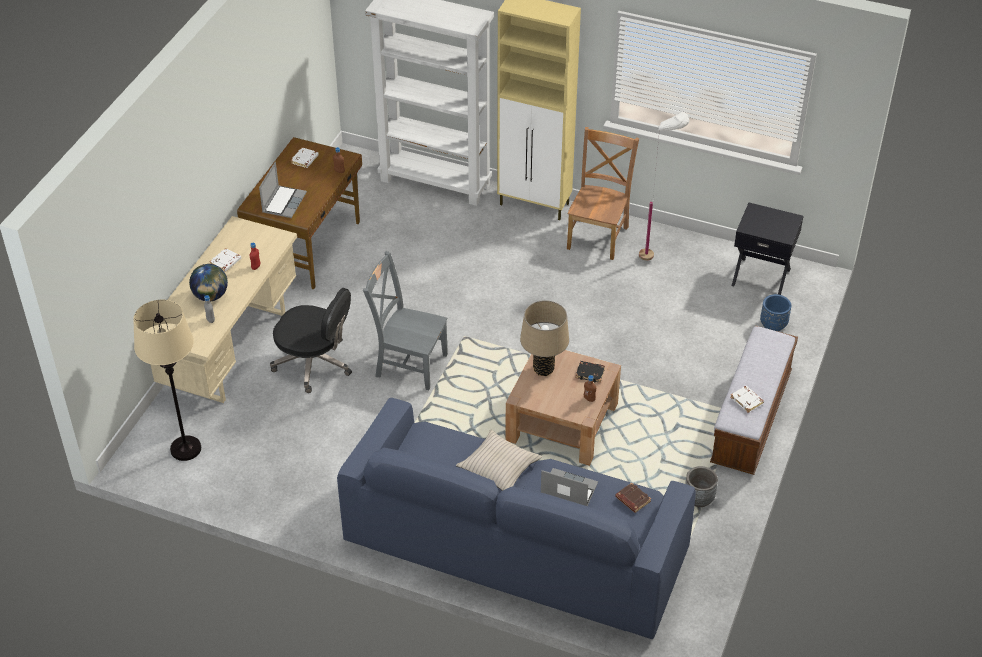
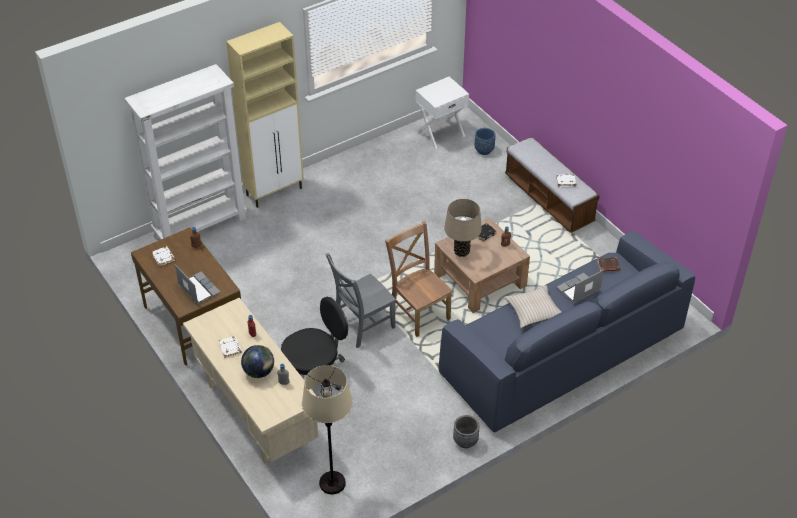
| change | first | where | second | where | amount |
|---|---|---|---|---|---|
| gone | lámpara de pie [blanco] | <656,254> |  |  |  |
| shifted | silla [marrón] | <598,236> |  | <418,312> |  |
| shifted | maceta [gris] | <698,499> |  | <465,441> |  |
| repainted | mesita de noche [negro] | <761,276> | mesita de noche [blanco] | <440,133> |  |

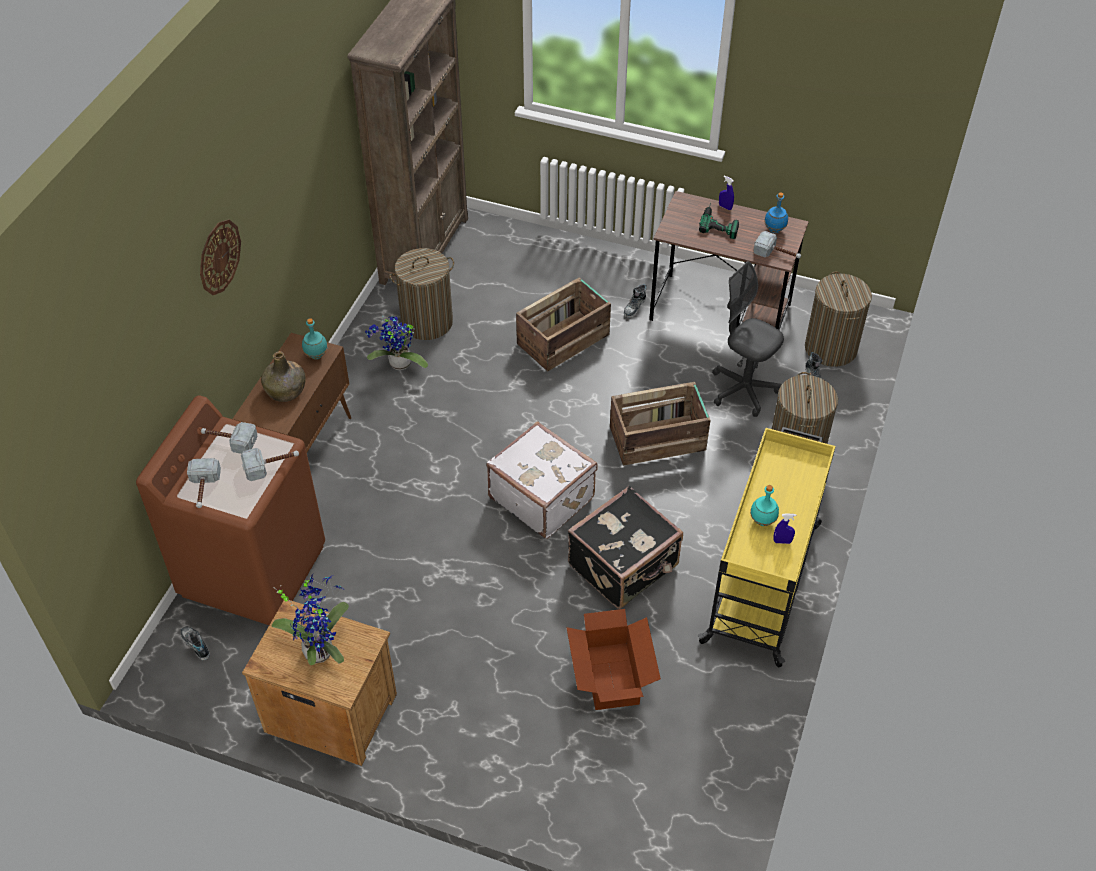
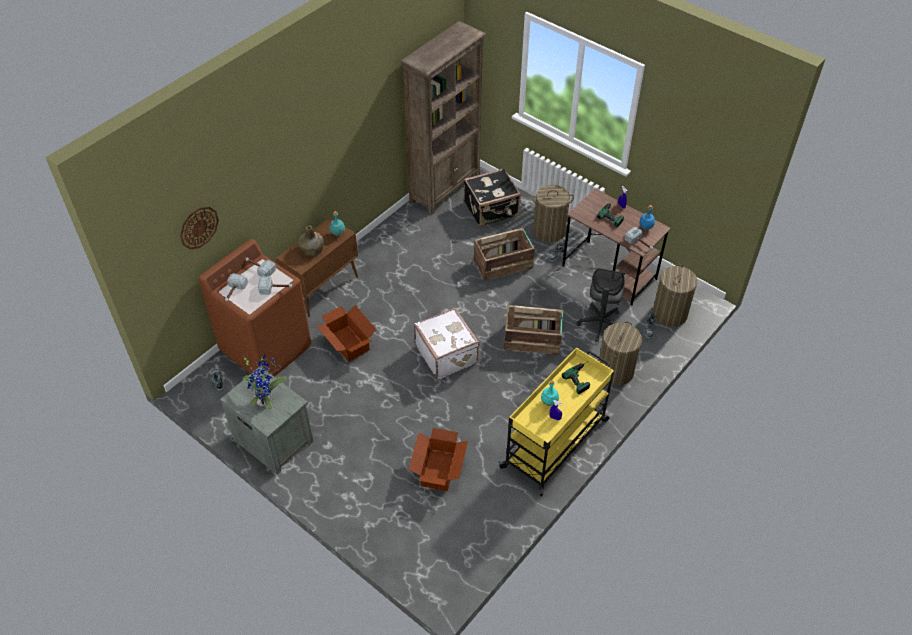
| change | first | where | second | where | amount |
|---|---|---|---|---|---|
| gone | planta en maceta | <398,365> |  |  |  |
| new |  |  | caja de cartón | <348,344> |  |
| new |  |  | taladro | <582,377> |  |
| shifted | reloj de pared | <219,257> |  | <198,227> |  |
| shifted | cesto de la ropa | <427,322> |  | <549,231> |  |
| shifted | maleta [negro] | <625,566> |  | <492,210> |  |
| repainted | mesita de noche [marrón] | <330,711> | mesita de noche [gris] | <273,439> |  |
| rotated | silla de oficina [gris] | <743,390> |  | <600,324> | 135 degrees counterclockwise |

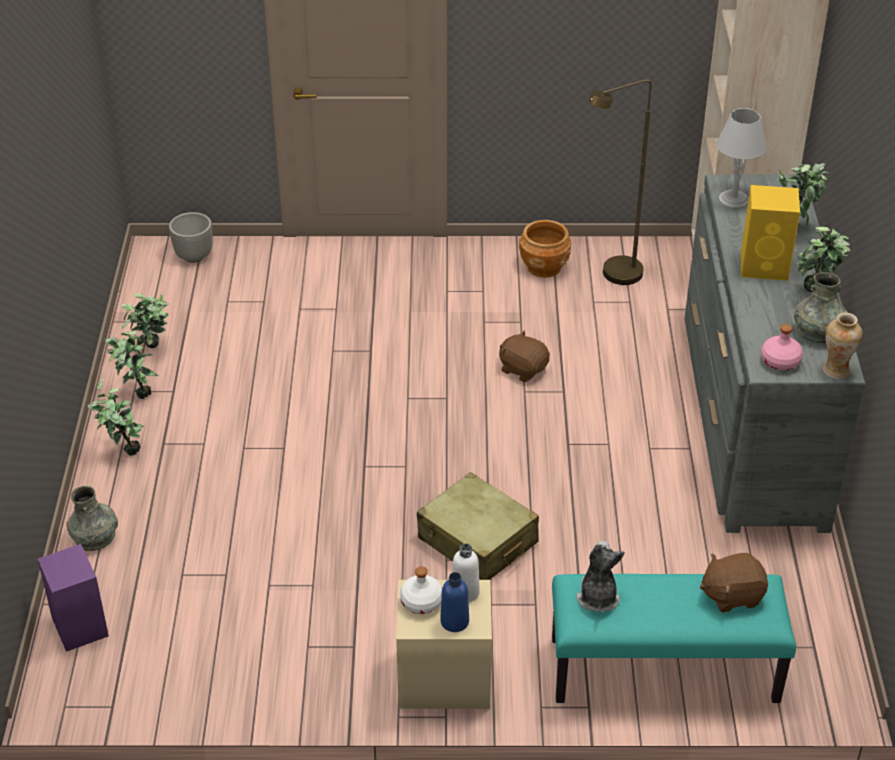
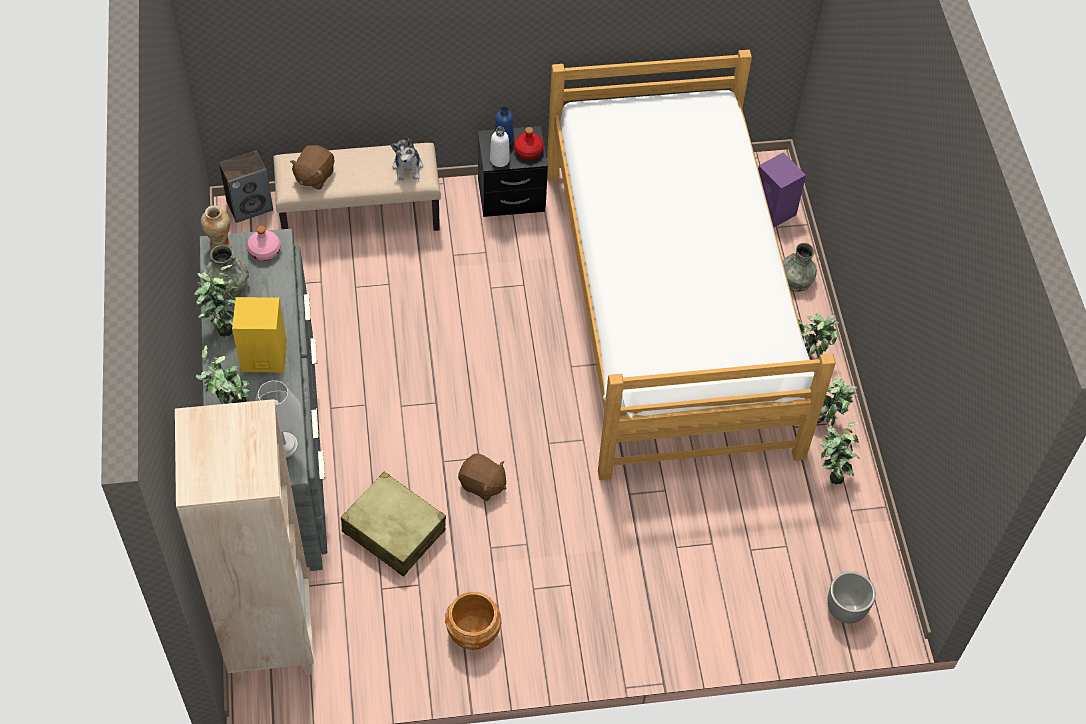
| change | first | where | second | where | amount |
|---|---|---|---|---|---|
| gone | lámpara de pie [marrón] | <613,277> |  |  |  |
| new |  |  | altavoz | <250,206> |  |
| new |  |  | cama | <669,308> |  |
| shifted | maleta [beis] | <477,541> |  | <394,531> |  |
| repainted | mesita de noche [beis] | <444,677> | mesita de noche [negro] | <511,197> |  |
| repainted | botella [blanco] | <421,602> | botella [rojo] | <528,150> |  |
| repainted | banco [turquesa] | <663,671> | banco [beis] | <360,214> |  |
| rotated | peluche [marrón] | <732,595> |  | <314,176> | 135 degrees clockwise |

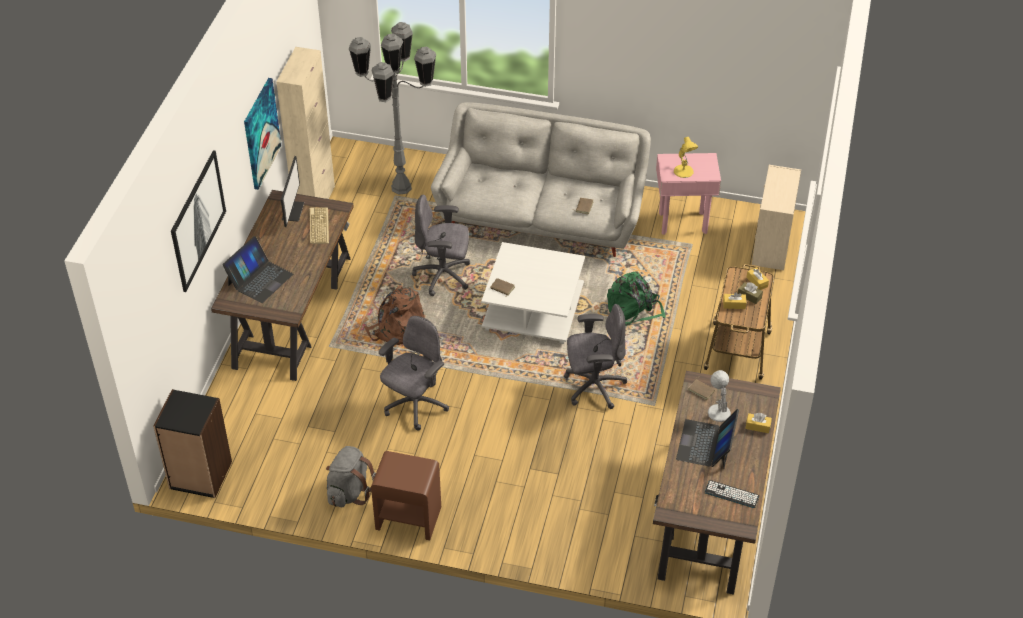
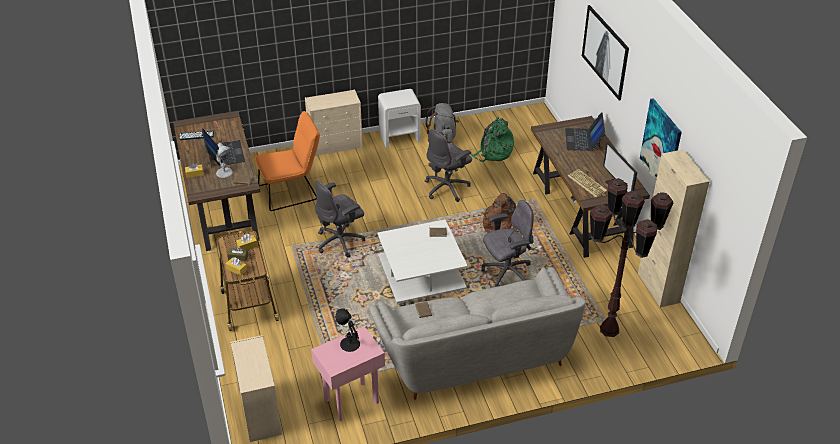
| change | first | where | second | where | amount |
|---|---|---|---|---|---|
| gone | estantería [negro] | <200,475> |  |  |  |
| new |  |  | silla [naranja] | <292,192> |  |
| new |  |  | cómoda [beis] | <336,146> |  |
| shifted | mochila [verde] | <633,310> |  | <493,152> |  |
| repainted | lámpara de pie [gris] | <401,187> | lámpara de pie [marrón] | <609,330> |  |
| repainted | mesita de noche [marrón] | <408,518> | mesita de noche [blanco] | <400,137> |  |
| repainted | lámpara de mesa [amarillo] | <684,172> | lámpara de mesa [negro] | <349,343> |  |
| rotated | silla de oficina [gris] | <415,405> |  | <447,188> | 45 degrees clockwise |

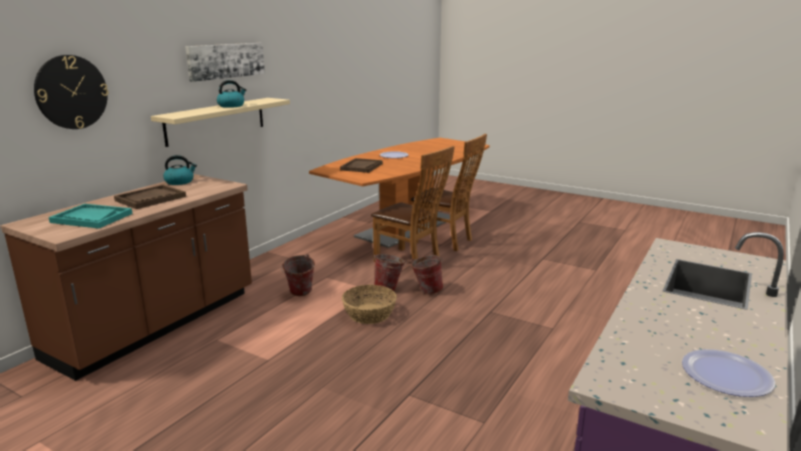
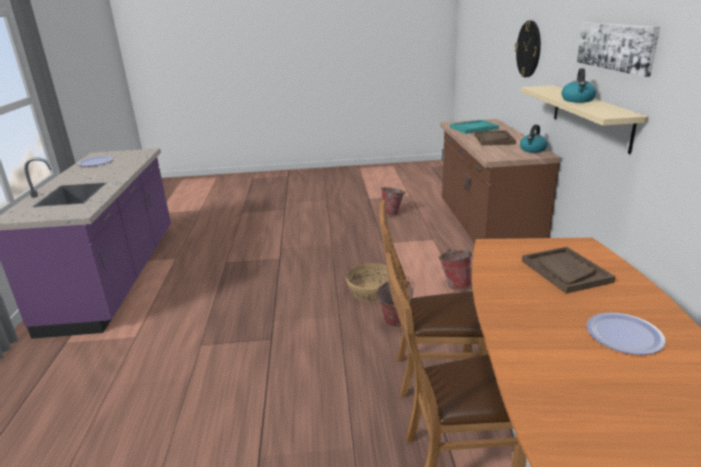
| change | first | where | second | where | amount |
|---|---|---|---|---|---|
| shifted | cubo | <426,290> |  | <393,213> |  |

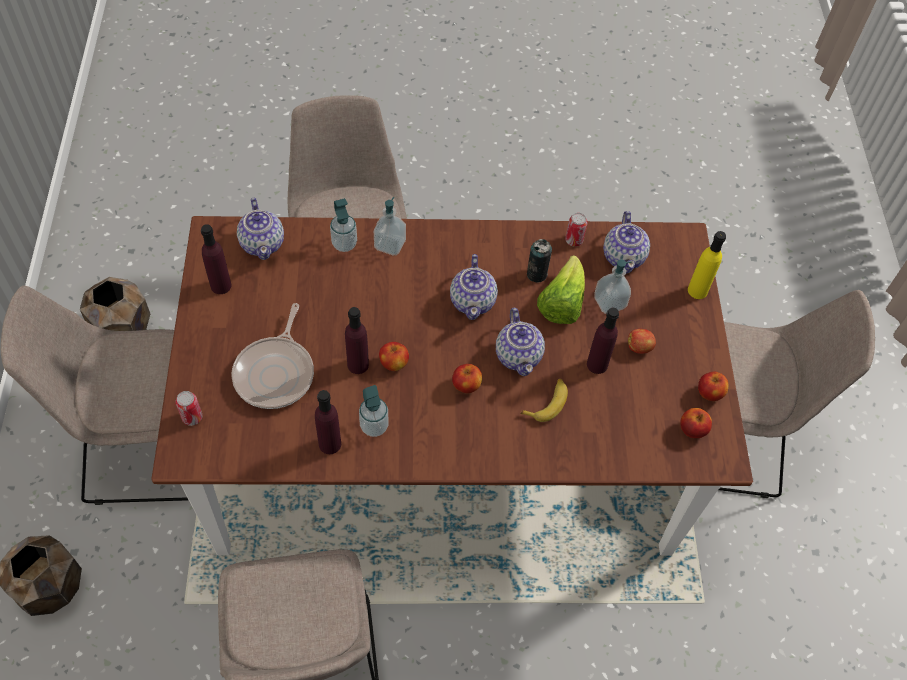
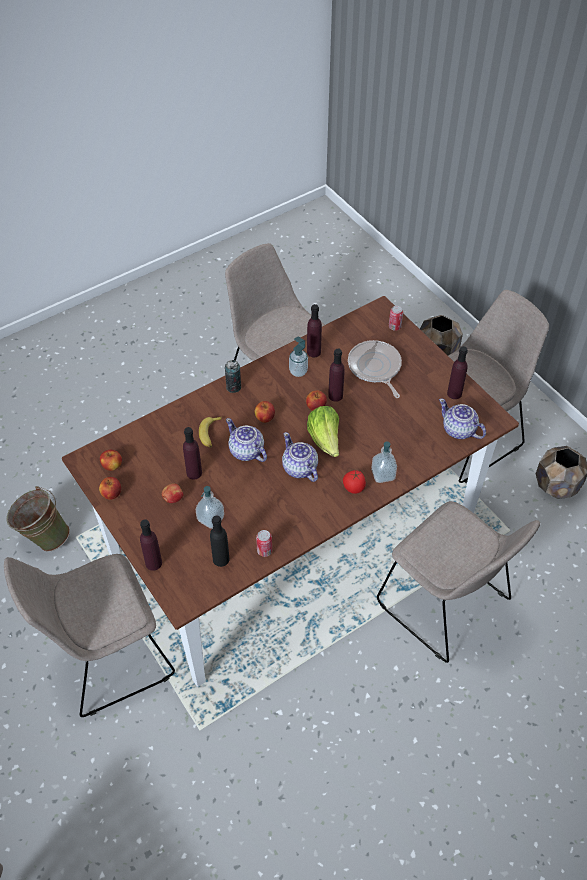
| change | first | where | second | where | amount |
|---|---|---|---|---|---|
| gone | dispensador de jabón | <344,244> |  |  |  |
| new |  |  | cubo [verde] | <43,537> |  |
| new |  |  | tomate | <353,488> |  |
| shifted | lata | <536,274> |  | <233,387> |  |
| shifted | lechuga | <561,304> |  | <325,440> |  |
| swapped | tetera | <624,256> | botella [negro] | <221,559> |  |
| repainted | botella [amarillo] | <697,290> | botella [morado] | <153,563> |  |

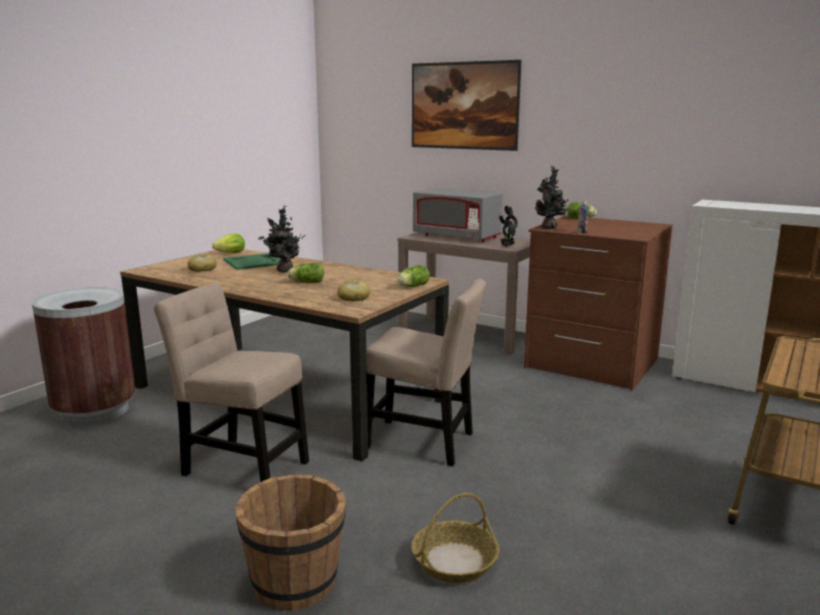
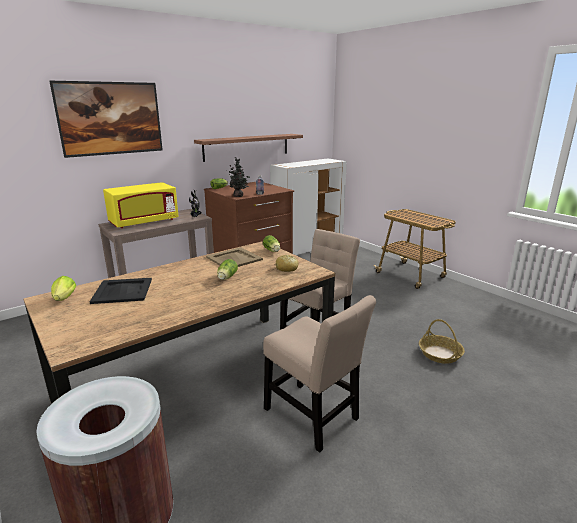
| change | first | where | second | where | amount |
|---|---|---|---|---|---|
| gone | pan | <202,269> |  |  |  |
| gone | cubo [marrón] | <295,583> |  |  |  |
| gone | planta en maceta | <284,271> |  |  |  |
| new |  |  | estante | <247,147> |  |
| new |  |  | bandeja [beis] | <233,258> |  |
| repainted | bandeja [verde] | <254,262> | bandeja [negro] | <123,290> |  |
| repainted | microondas [gris] | <457,237> | microondas [amarillo] | <144,222> |  |
| rotated | silla [beis] | <241,466> |  | <314,417> | 90 degrees counterclockwise |

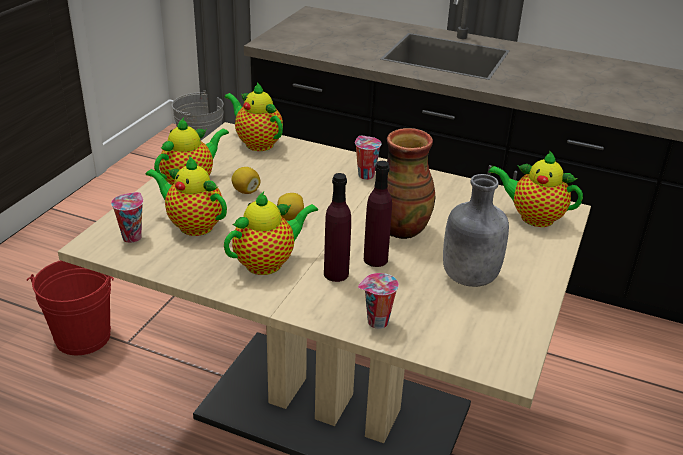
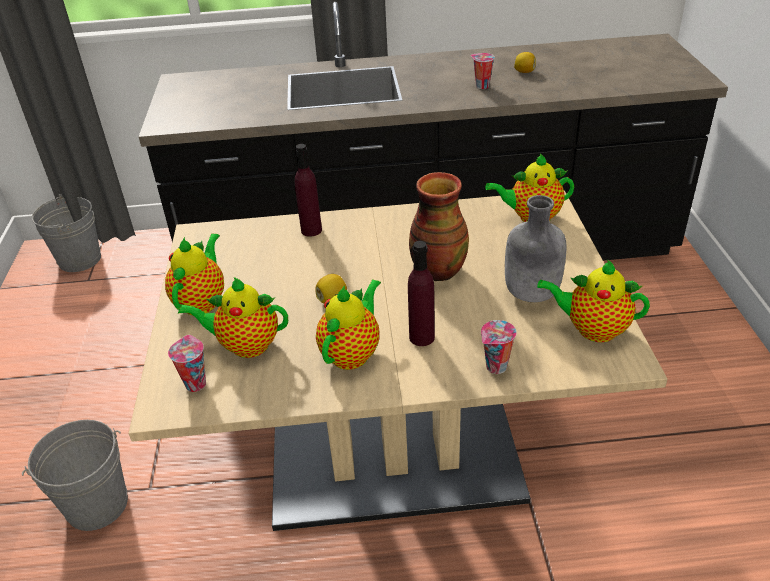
| change | first | where | second | where | amount |
|---|---|---|---|---|---|
| shifted | tetera | <257,143> |  | <592,329> |  |
| shifted | limón | <246,191> |  | <524,72> |  |
| shifted | taza | <365,175> |  | <481,86> |  |
| shifted | botella [morado] | <375,259> |  | <311,230> |  |
| repainted | cubo [rojo] | <82,337> | cubo [gris] | <97,505> |  |

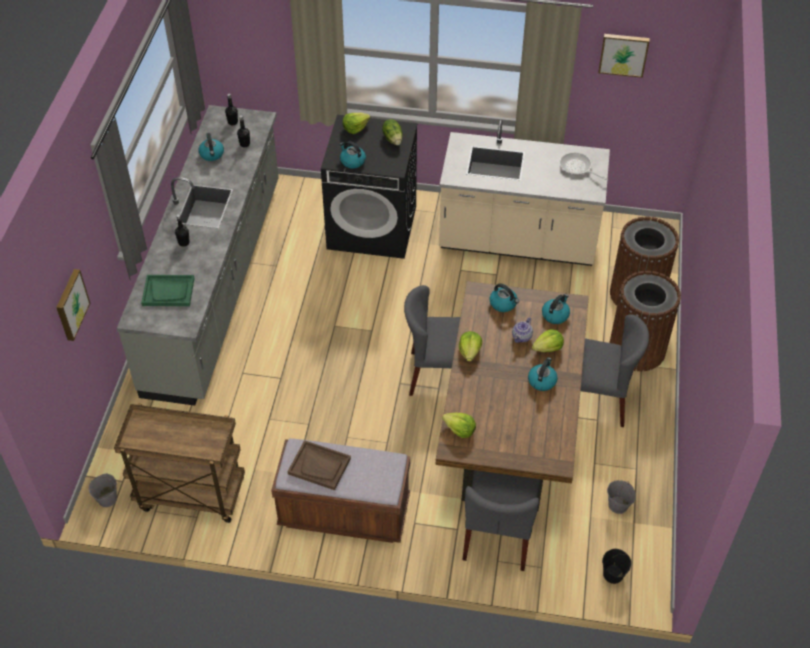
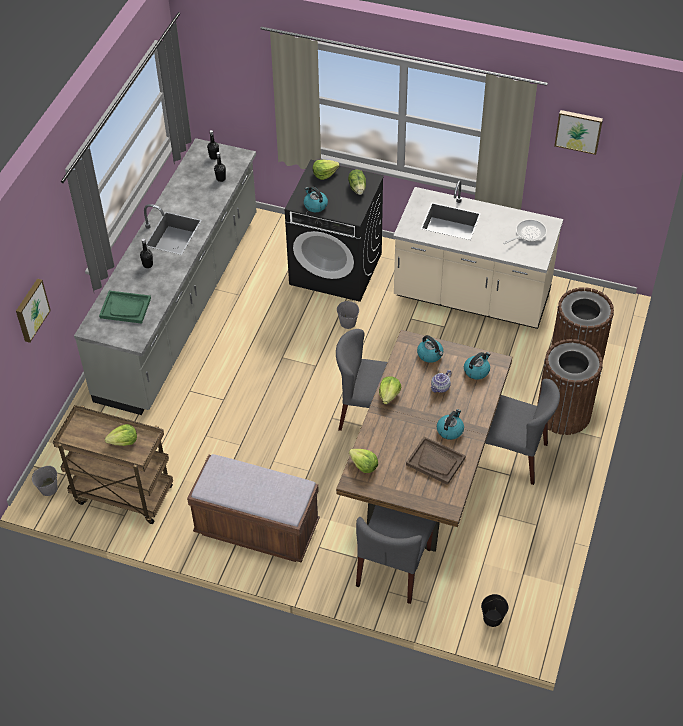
| change | first | where | second | where | amount |
|---|---|---|---|---|---|
| gone | hervidor | <212,154> |  |  |  |
| shifted | bandeja [marrón] | <319,466> |  | <435,461> |  |
| shifted | lechuga | <548,348> |  | <124,442> |  |
| shifted | cubo [gris] | <618,505> |  | <348,323> |  |
| rotated | sartén | <577,168> |  | <528,234> | 90 degrees clockwise |

